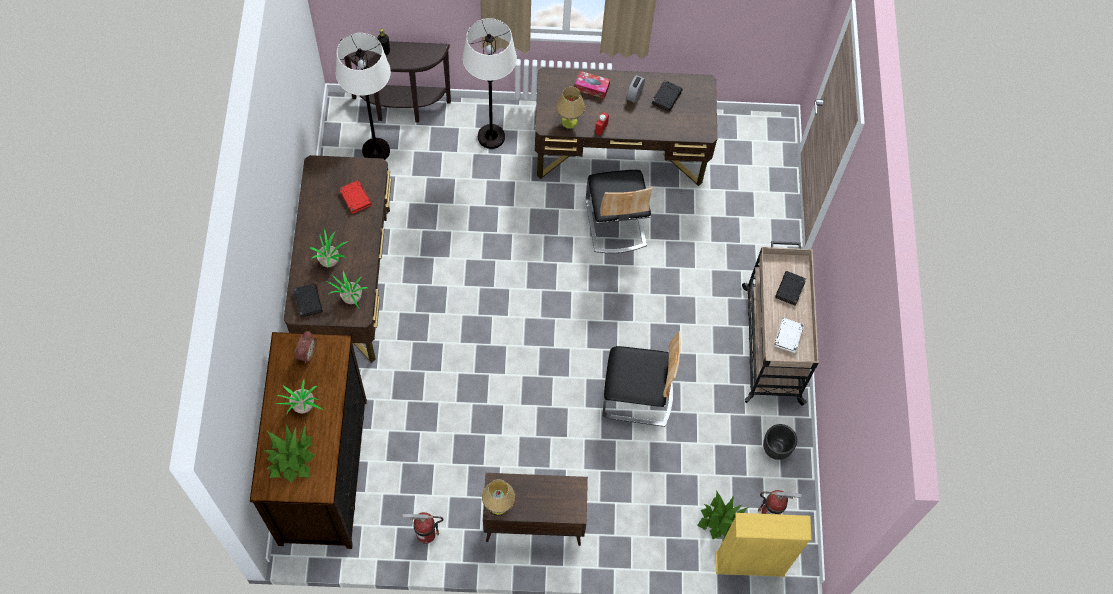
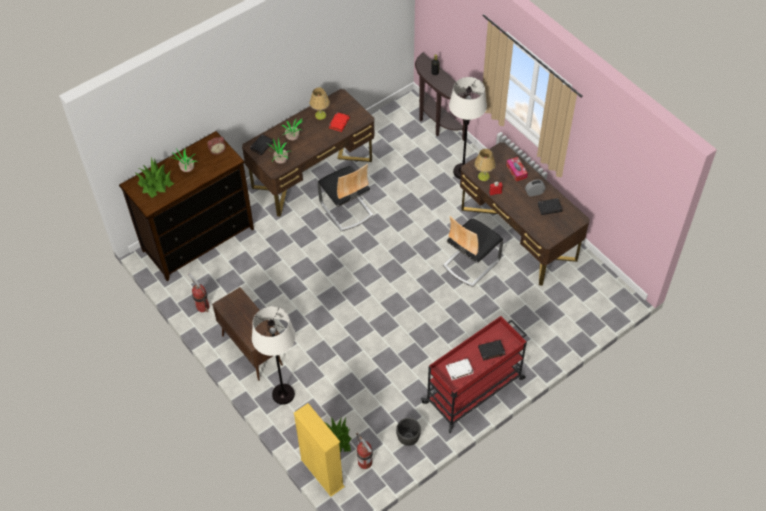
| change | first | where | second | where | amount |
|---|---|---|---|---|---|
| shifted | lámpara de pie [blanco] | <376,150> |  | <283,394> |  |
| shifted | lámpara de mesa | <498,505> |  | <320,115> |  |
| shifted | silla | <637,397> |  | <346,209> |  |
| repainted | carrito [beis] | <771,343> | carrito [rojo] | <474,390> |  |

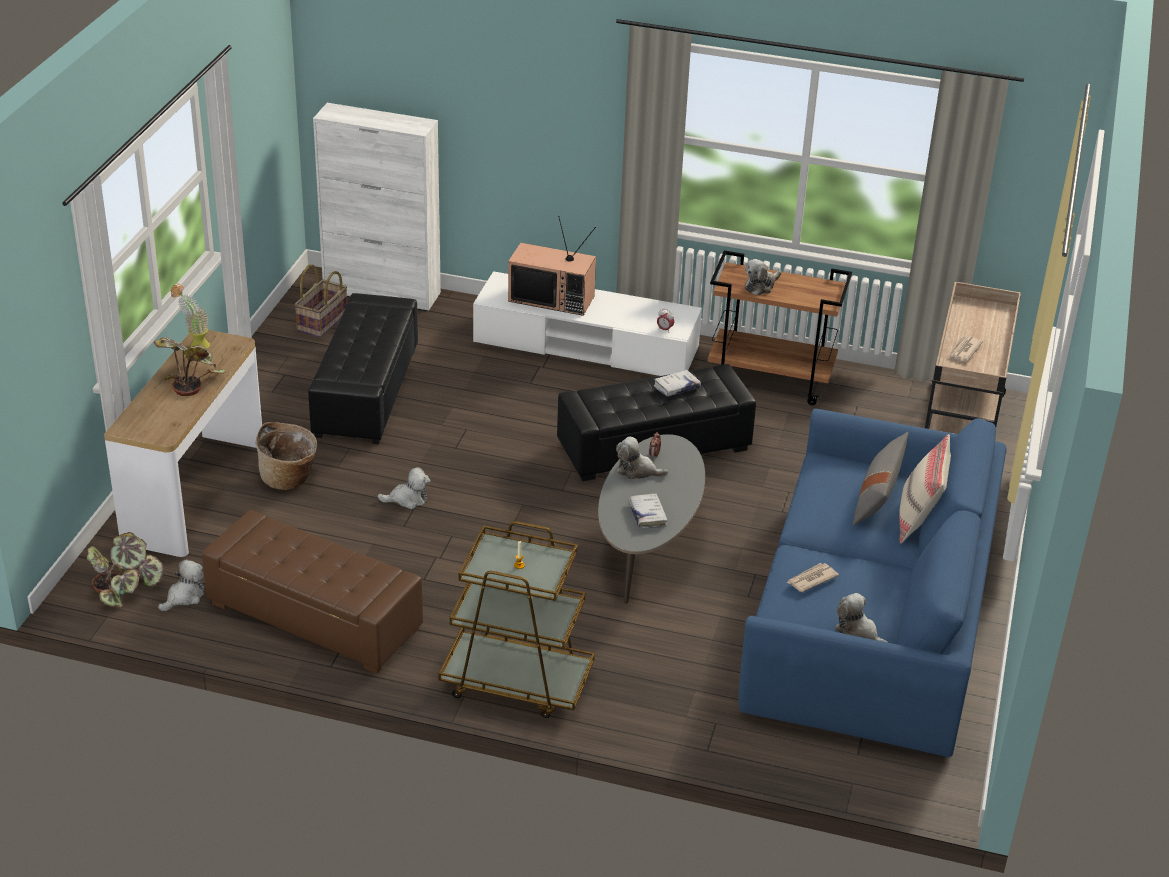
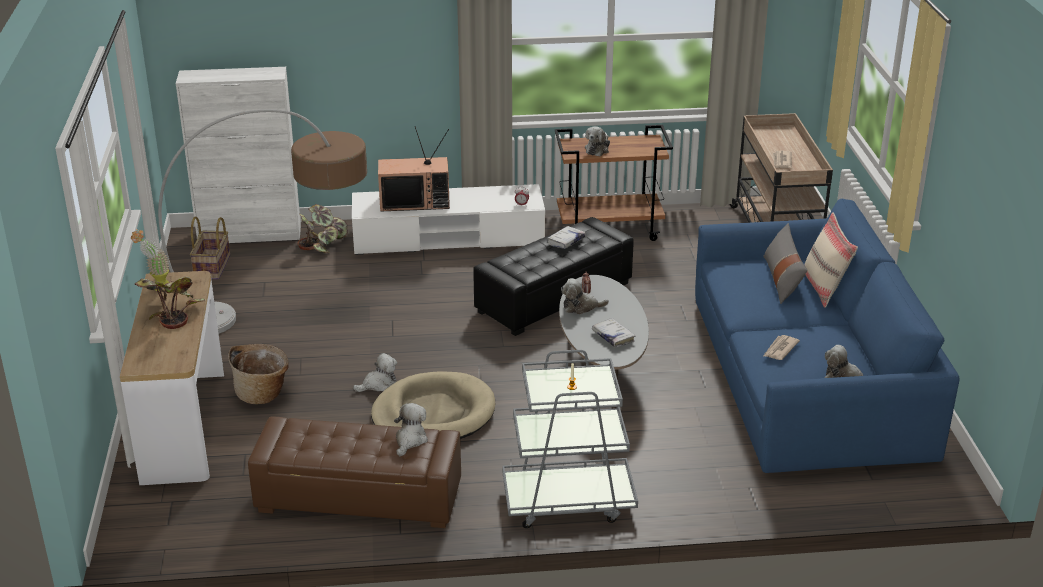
| change | first | where | second | where | amount |
|---|---|---|---|---|---|
| new |  |  | cama para perro [beis] | <433,414> |  |
| shifted | planta en maceta | <126,588> |  | <322,244> |  |
| shifted | peluche | <184,596> |  | <410,440> |  |
| swapped | puf [negro] | <366,391> | lámpara de pie | <286,311> |  |
| repainted | carrito [marrón] | <516,681> | carrito [gris] | <568,501> |  |

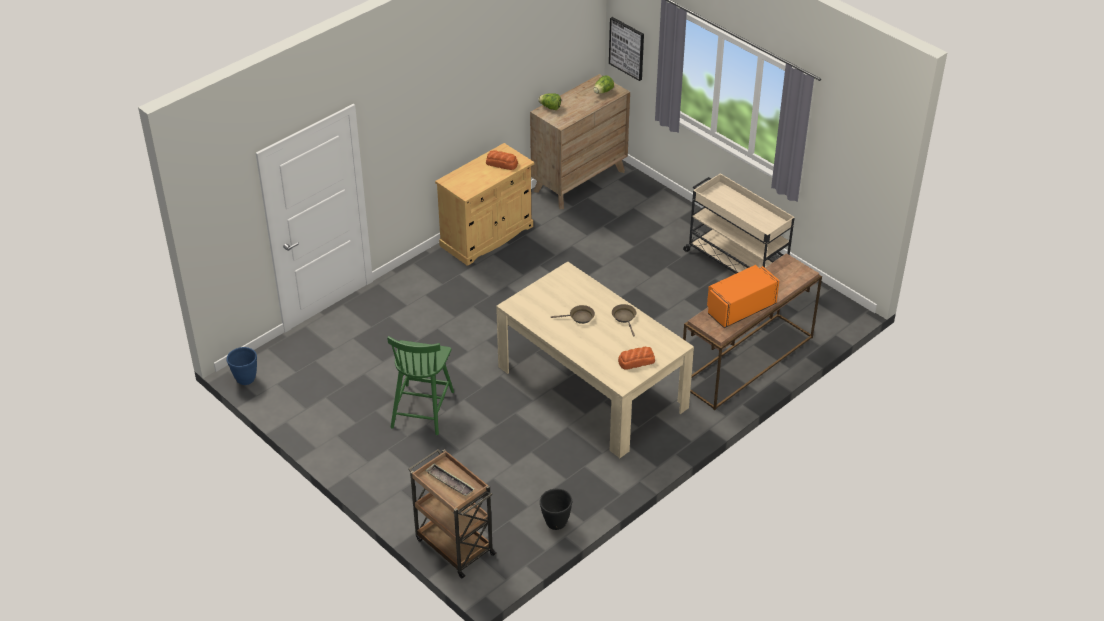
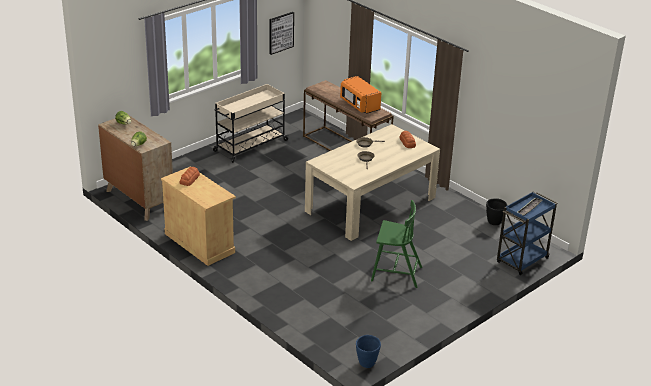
| change | first | where | second | where | amount |
|---|---|---|---|---|---|
| shifted | cuadro | <627,48> |  | <280,32> |  |
| repainted | carrito [marrón] | <454,546> | carrito [azul] | <521,261> |  |

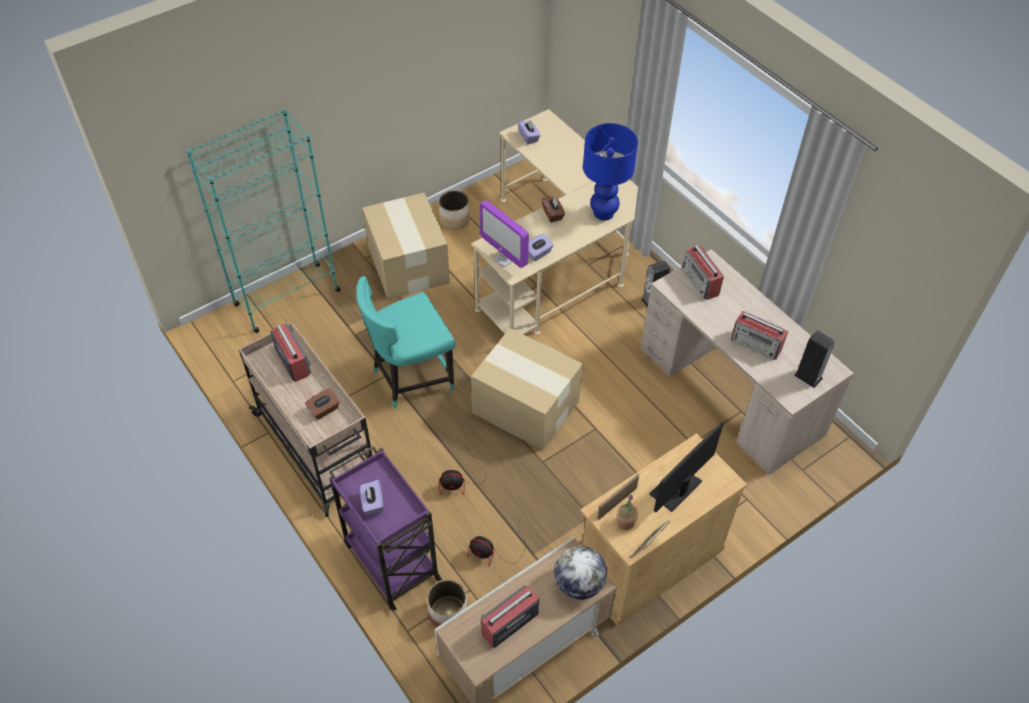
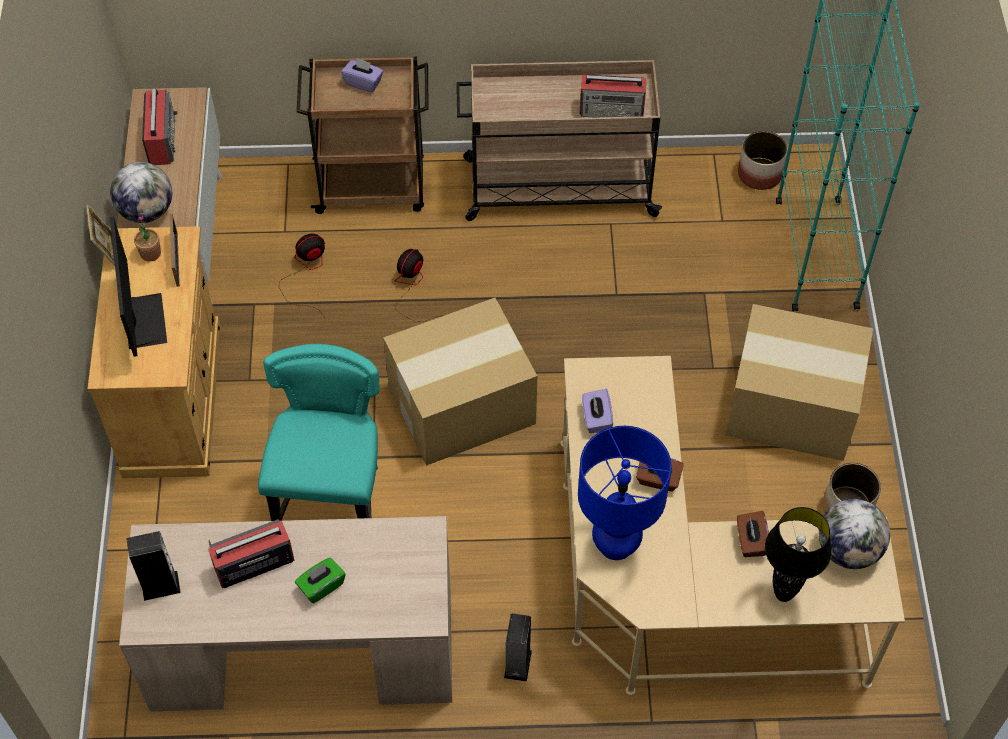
| change | first | where | second | where | amount |
|---|---|---|---|---|---|
| gone | monitor | <504,258> |  |  |  |
| gone | radio | <700,282> |  |  |  |
| new |  |  | caja de pañuelos [verde] | <321,586> |  |
| new |  |  | lámpara de mesa [negro] | <783,595> |  |
| shifted | caja de pañuelos [marrón] | <324,410> |  | <750,541> |  |
| shifted | silla [turquesa] | <410,378> |  | <333,502> |  |
| shifted | maceta | <447,612> |  | <760,174> |  |
| swapped | caja de pañuelos [morado] | <529,137> | globo terráqueo | <848,549> |  |
| repainted | carrito [morado] | <391,559> | carrito [marrón] | <373,186> |  |

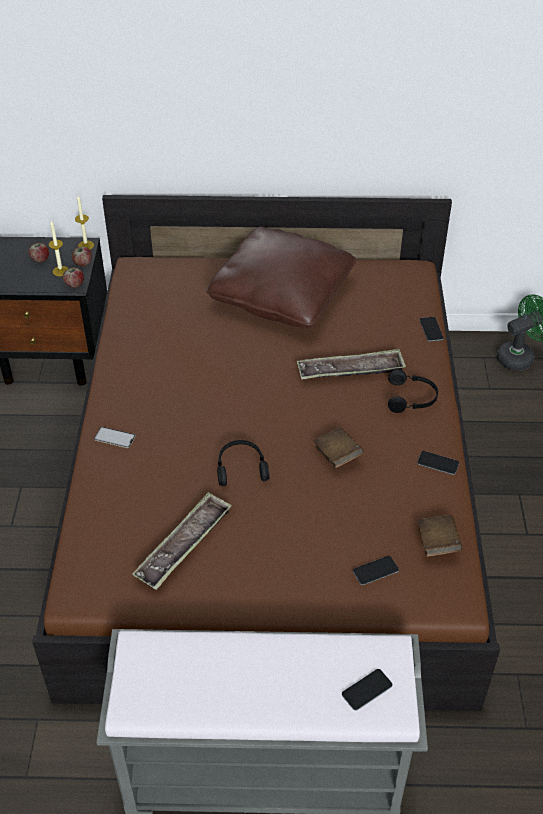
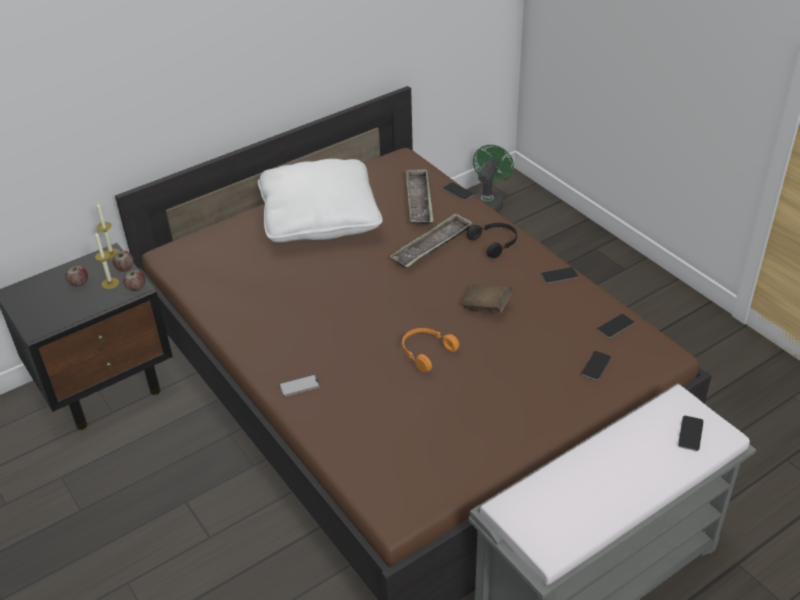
| change | first | where | second | where | amount |
|---|---|---|---|---|---|
| shifted | bandeja | <184,545> |  | <419,201> |  |
| swapped | libro [marrón] | <437,543> | móvil | <615,326> |  |
| repainted | cojín [marrón] | <282,294> | cojín [blanco] | <320,218> |  |
| repainted | auriculares [negro] | <241,467> | auriculares [naranja] | <425,352> |  |

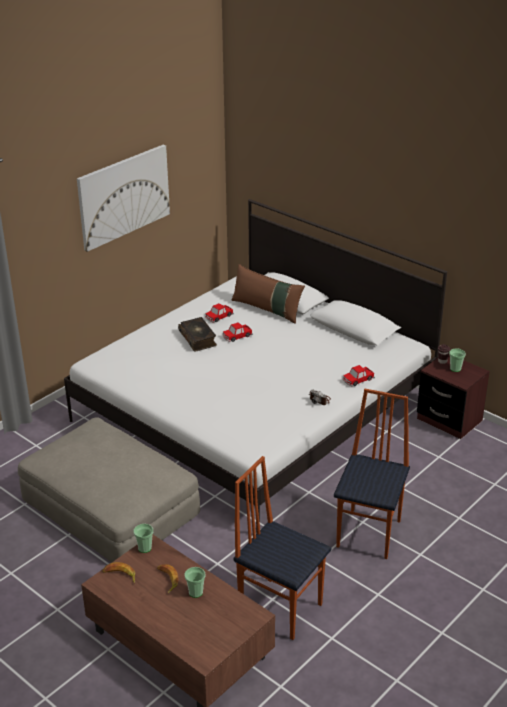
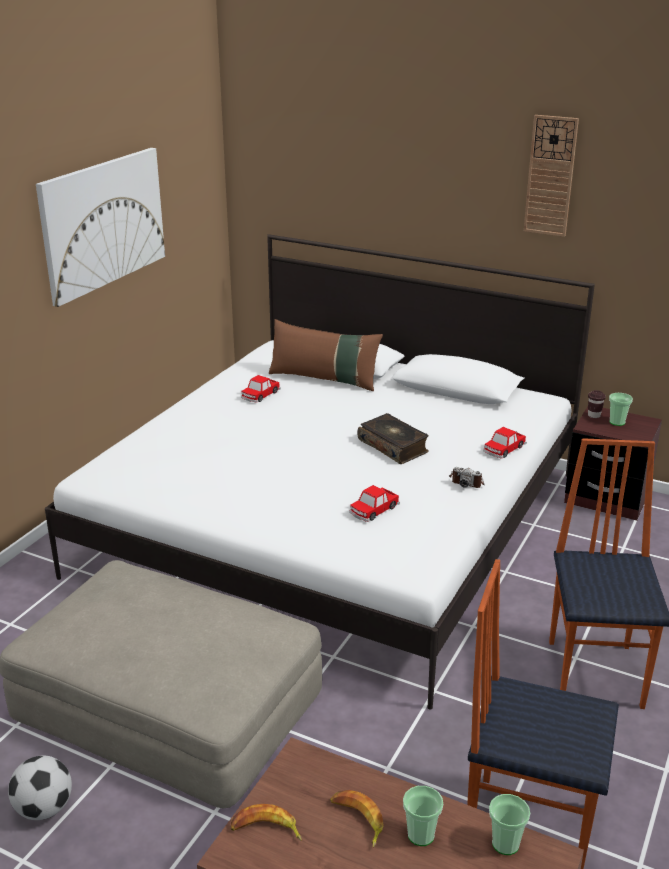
| change | first | where | second | where | amount |
|---|---|---|---|---|---|
| new |  |  | balón de fútbol | <44,809> |  |
| new |  |  | reloj de pared | <550,176> |  |
| shifted | taza | <144,548> |  | <505,844> |  |
| shifted | libro | <198,339> |  | <393,446> |  |
| shifted | coche de juguete | <237,336> |  | <374,510> |  |

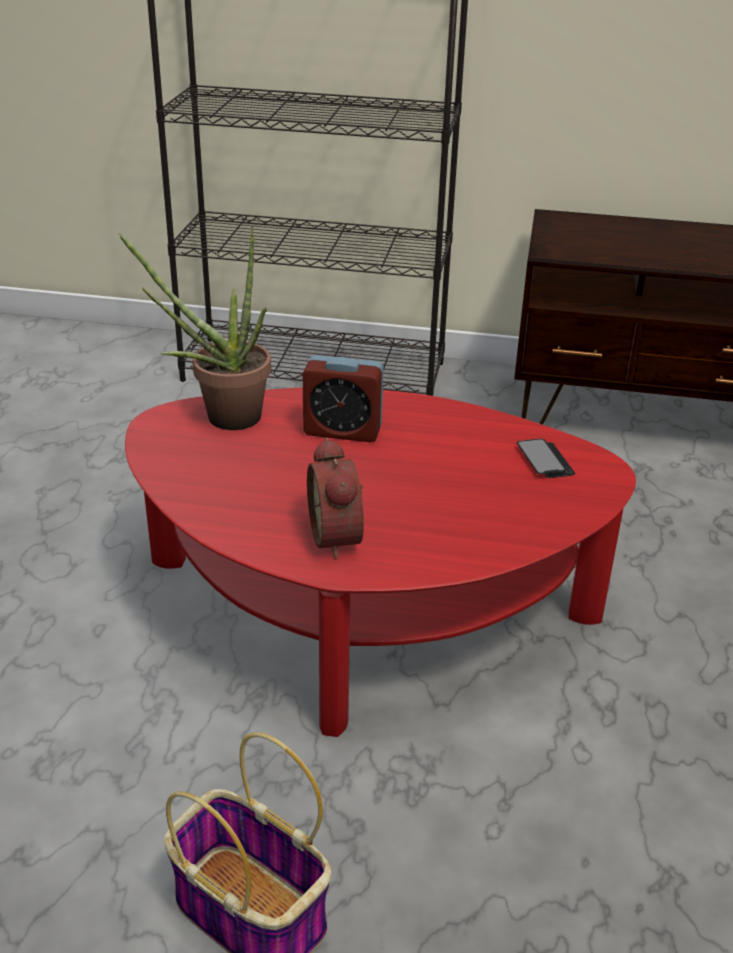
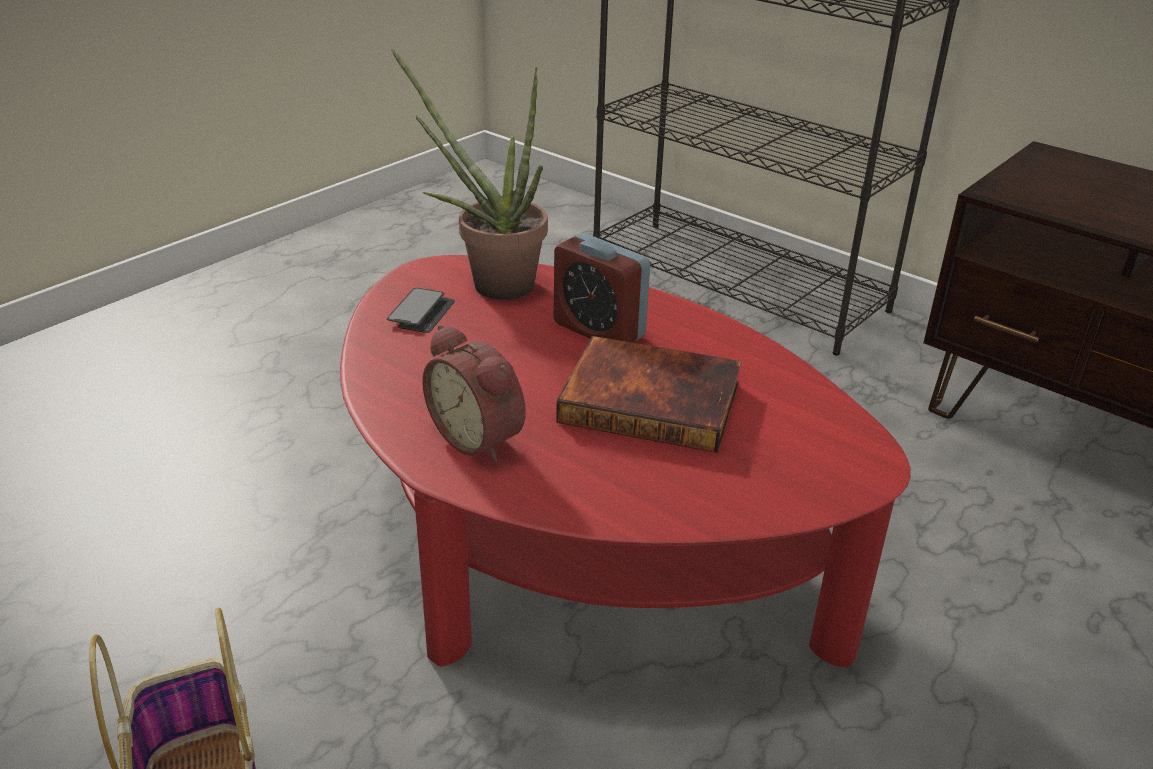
| change | first | where | second | where | amount |
|---|---|---|---|---|---|
| new |  |  | libro | <652,400> |  |
| shifted | móvil | <545,460> |  | <421,312> |  |
| rotated | despertador | <340,537> |  | <480,437> | 60 degrees counterclockwise |

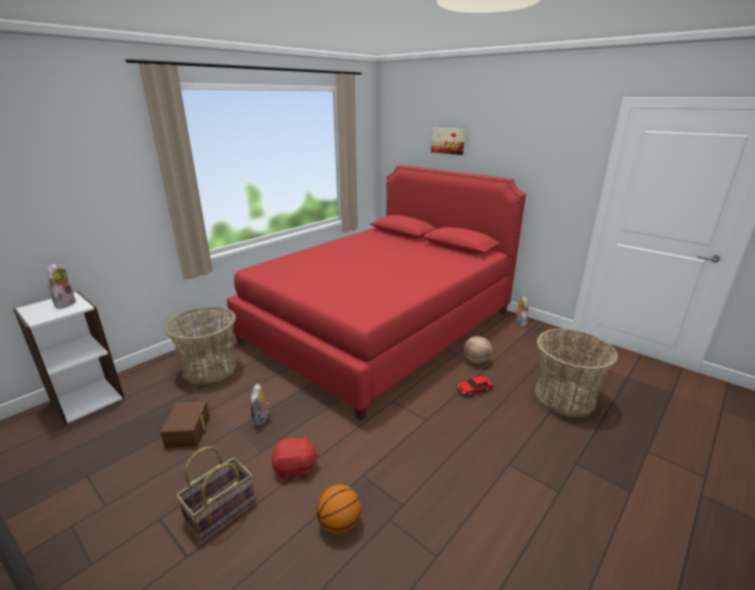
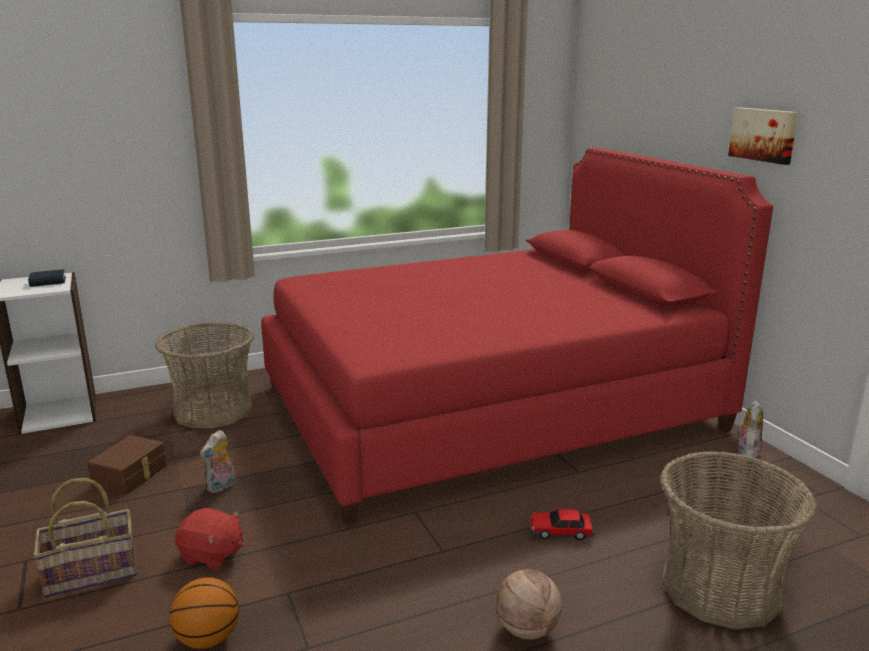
| change | first | where | second | where | amount |
|---|---|---|---|---|---|
| shifted | cuadro | <448,141> |  | <764,135> |  |
| shifted | balón de baloncesto | <476,361> |  | <527,629> |  |
| swapped | peluche | <64,303> | libro | <48,282> |  |

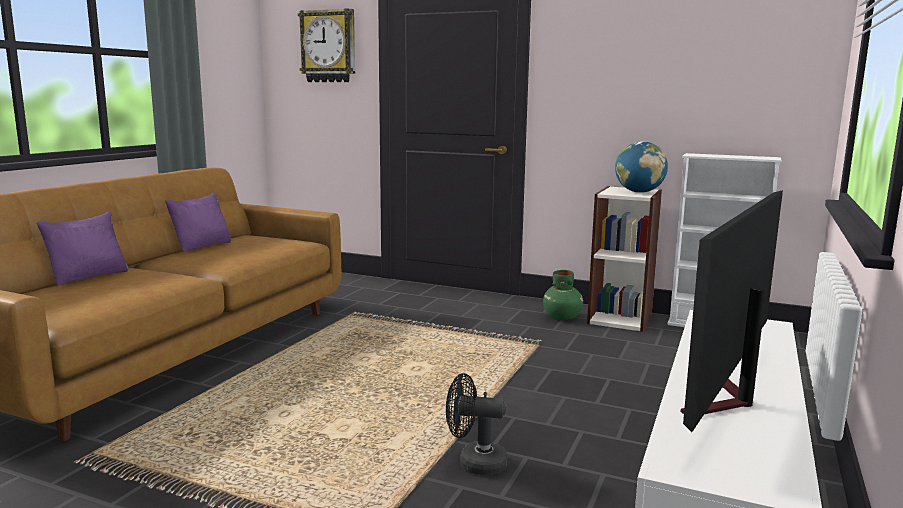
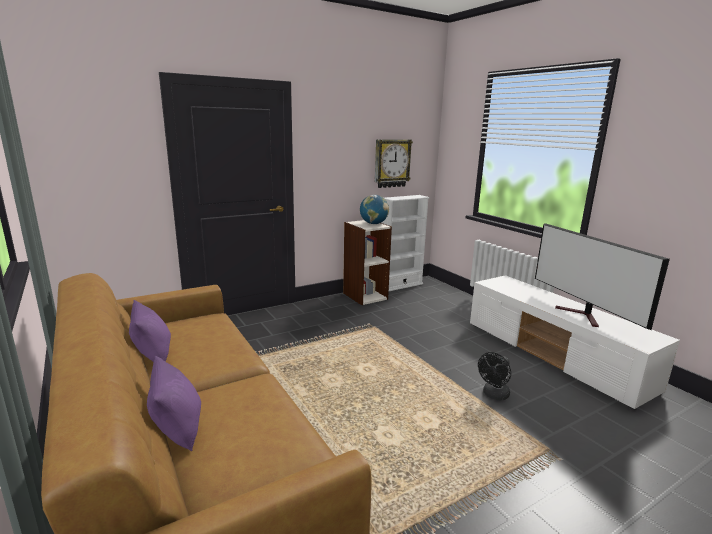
| change | first | where | second | where | amount |
|---|---|---|---|---|---|
| gone | florero [verde] | <562,317> |  |  |  |
| shifted | reloj de pared | <328,46> |  | <391,163> |  |

